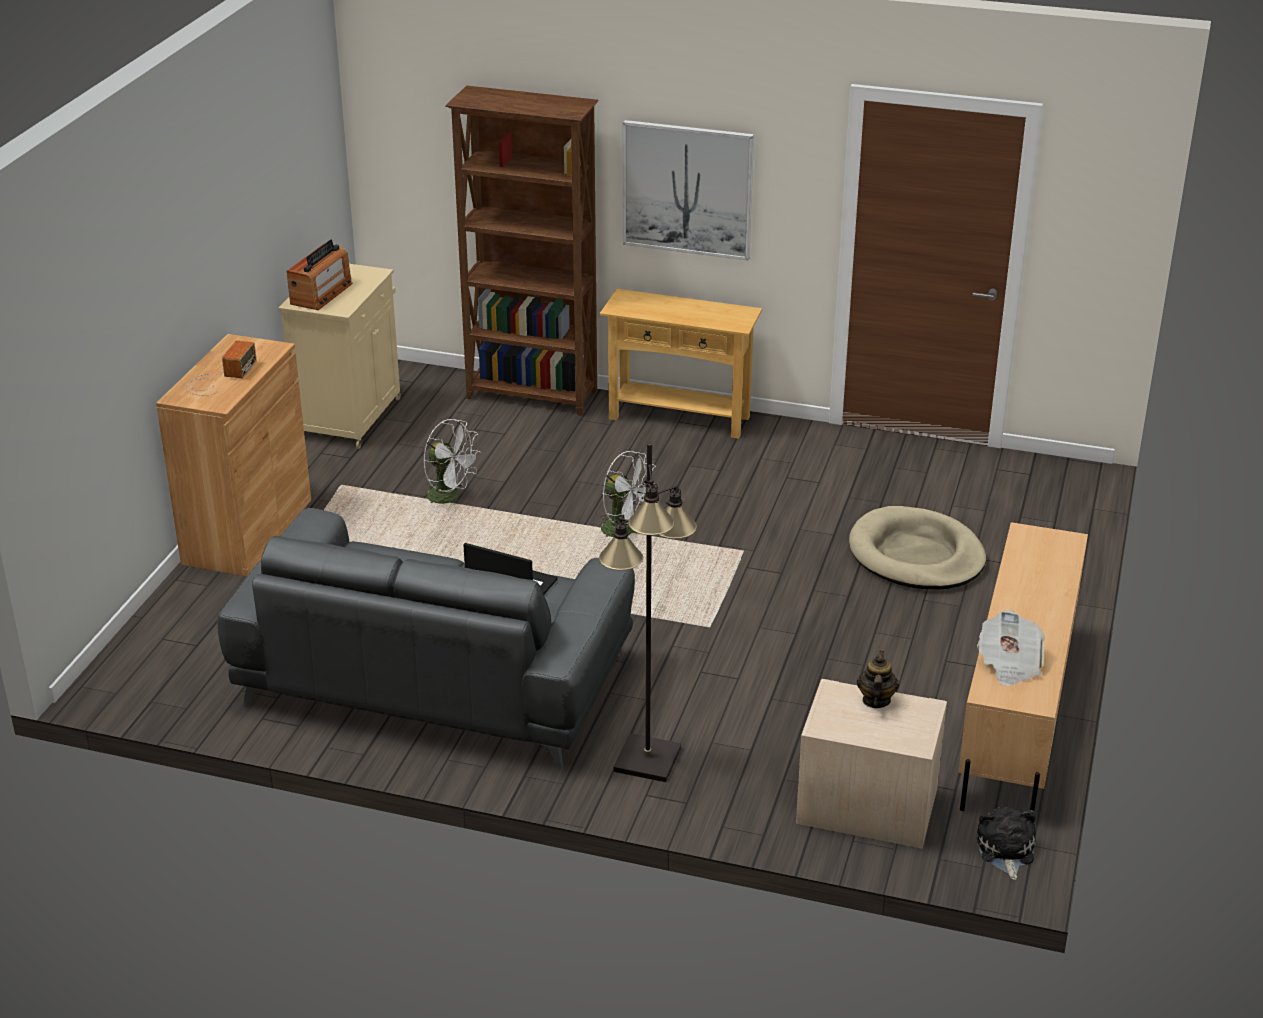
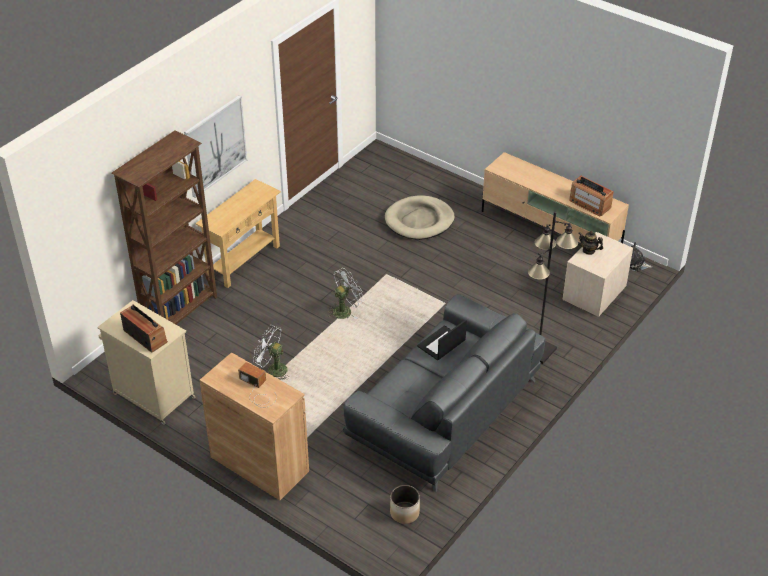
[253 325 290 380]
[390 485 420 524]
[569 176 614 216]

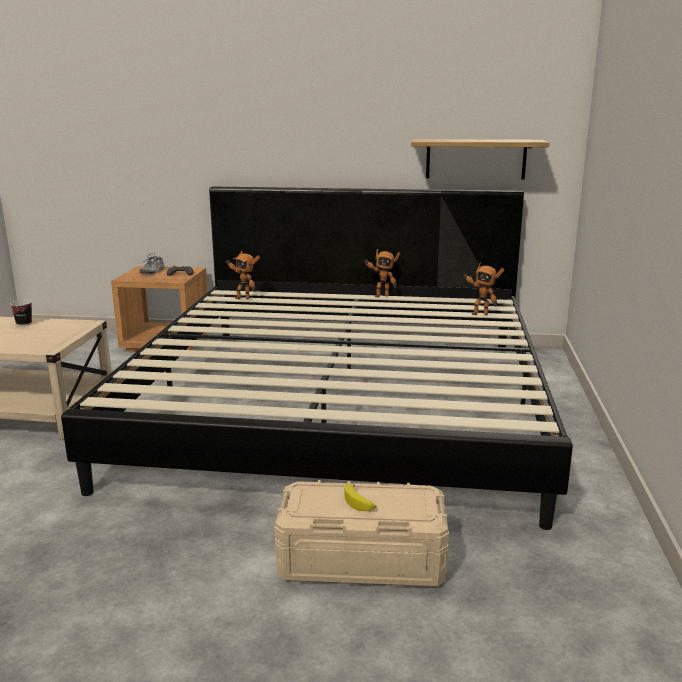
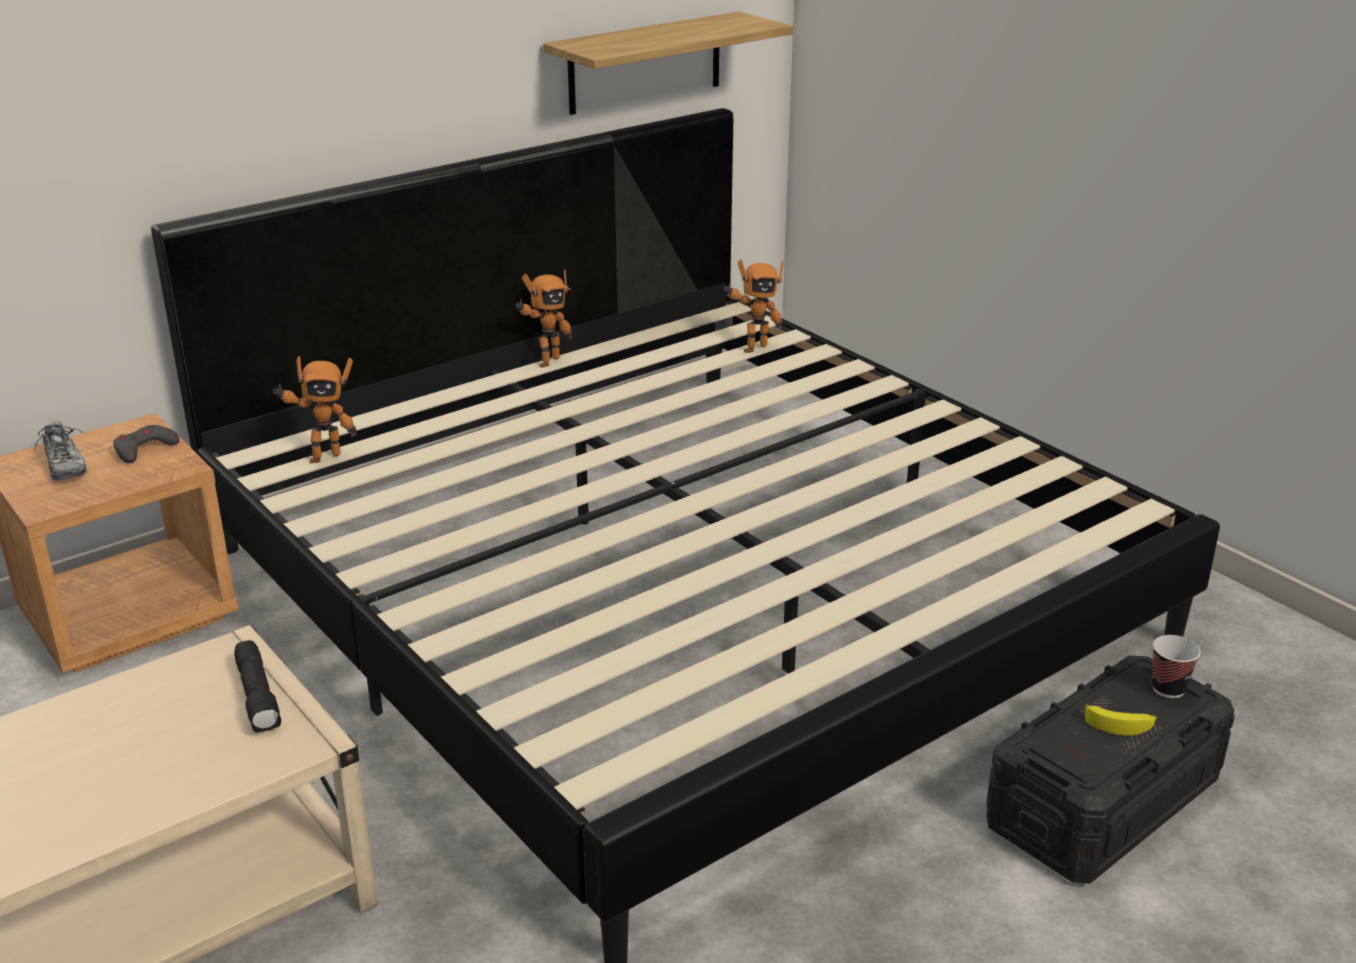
[234 640 281 732]
[986 656 1235 884]
[1152 635 1201 698]

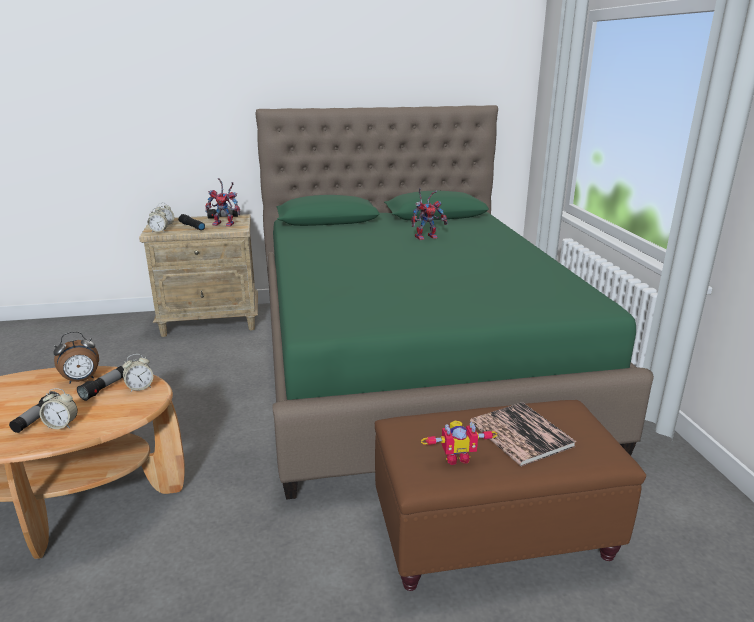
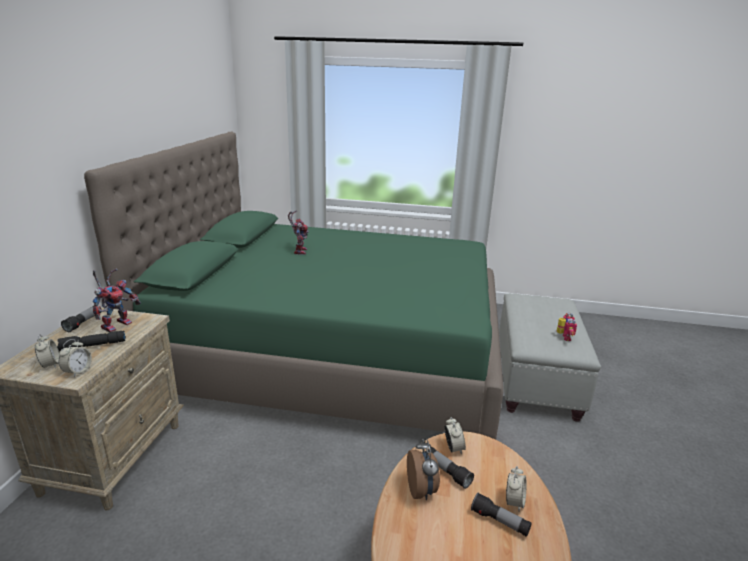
[499 293 601 422]
[470 402 576 467] (first image)

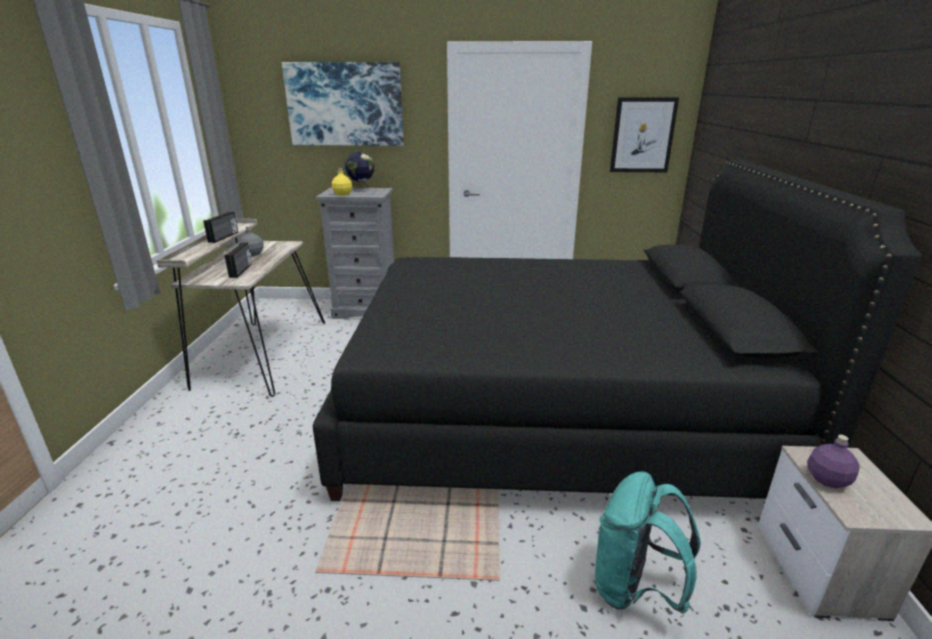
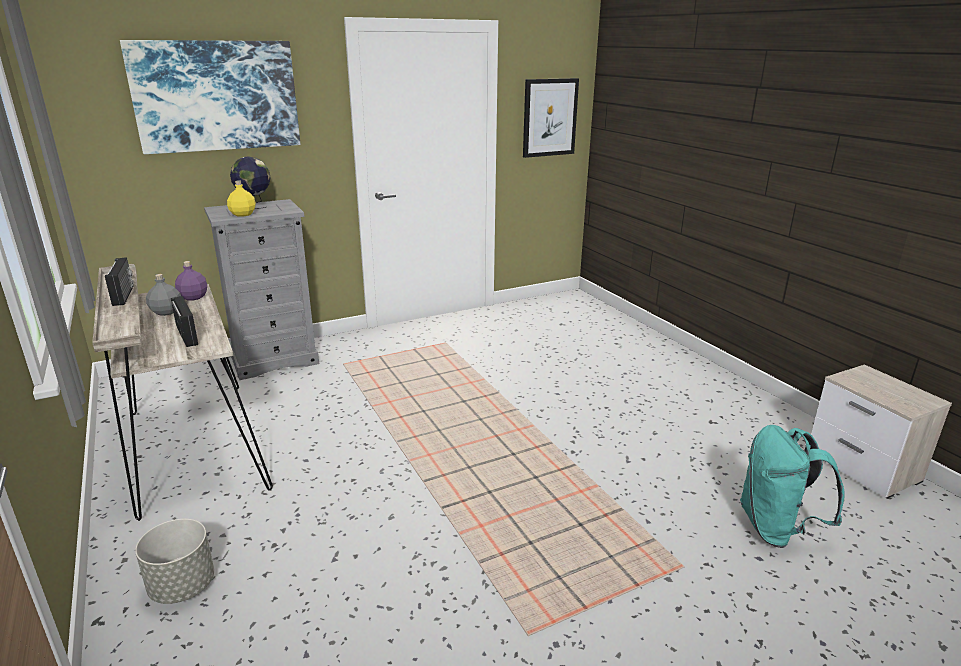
[135 519 214 604]
[175 261 207 301]
[313 160 922 501] (first image)

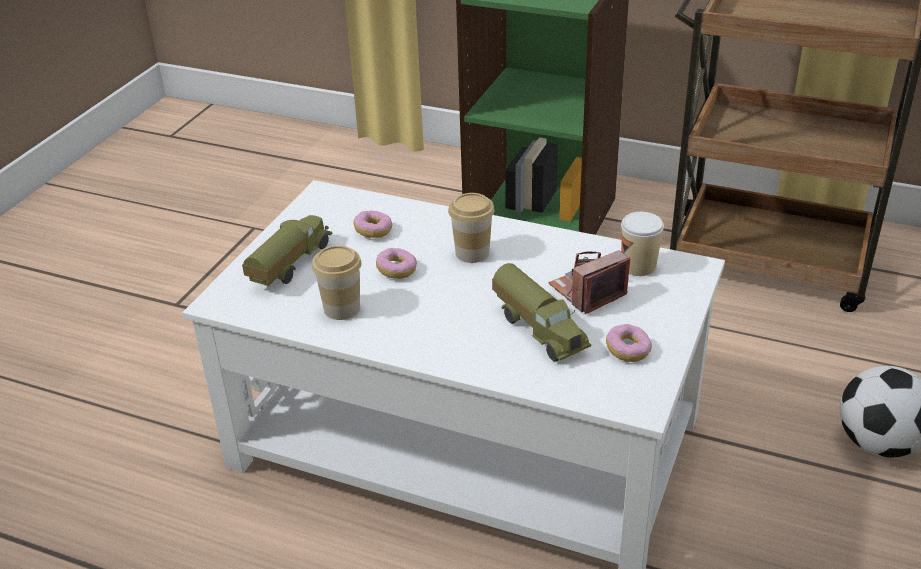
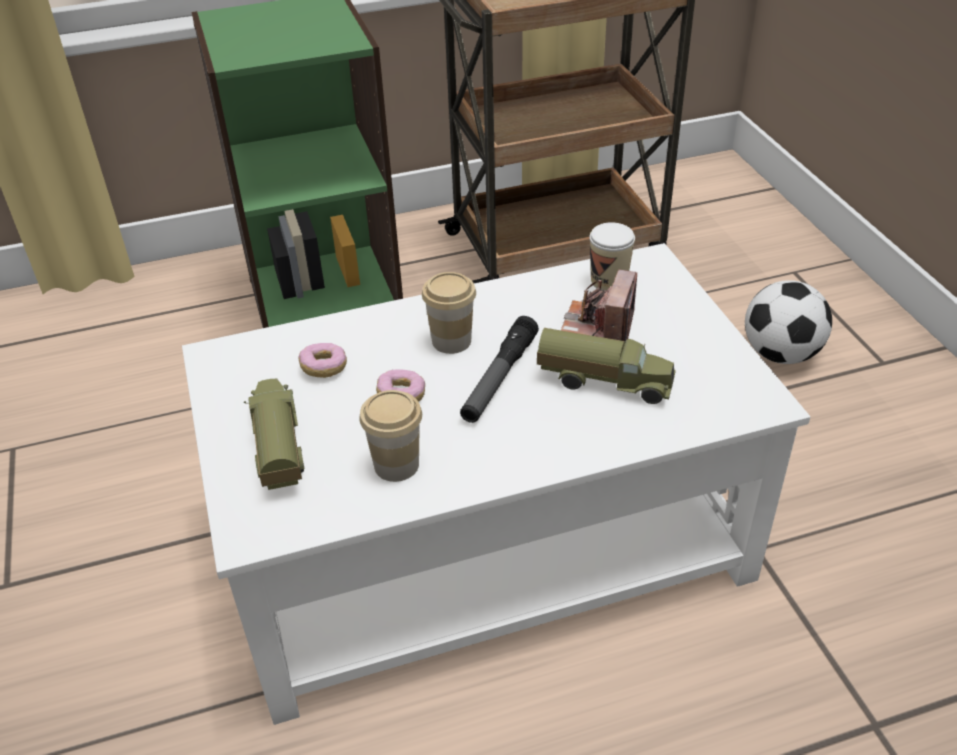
[460 316 539 423]
[606 324 652 362] (first image)

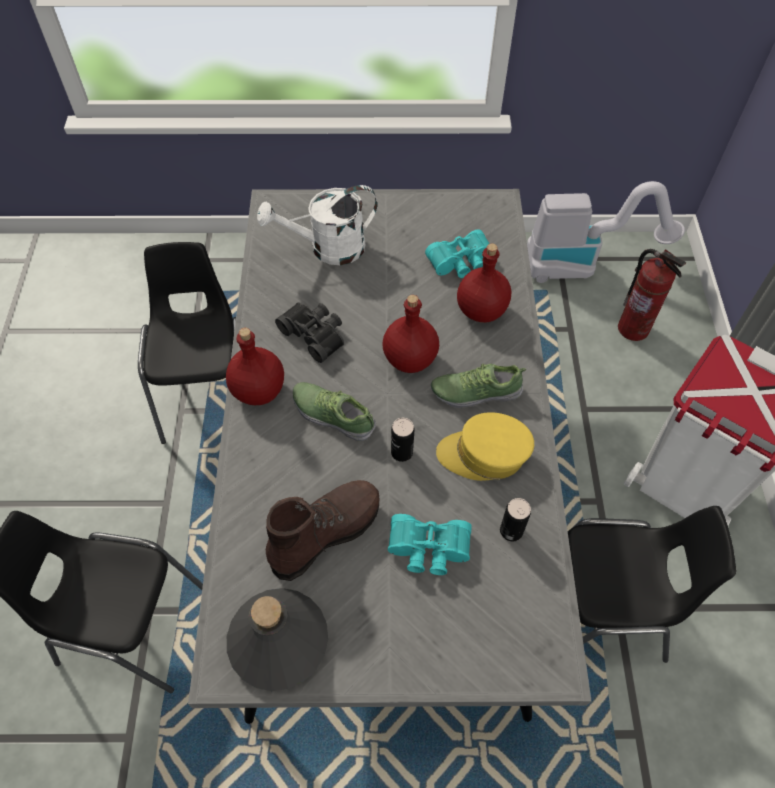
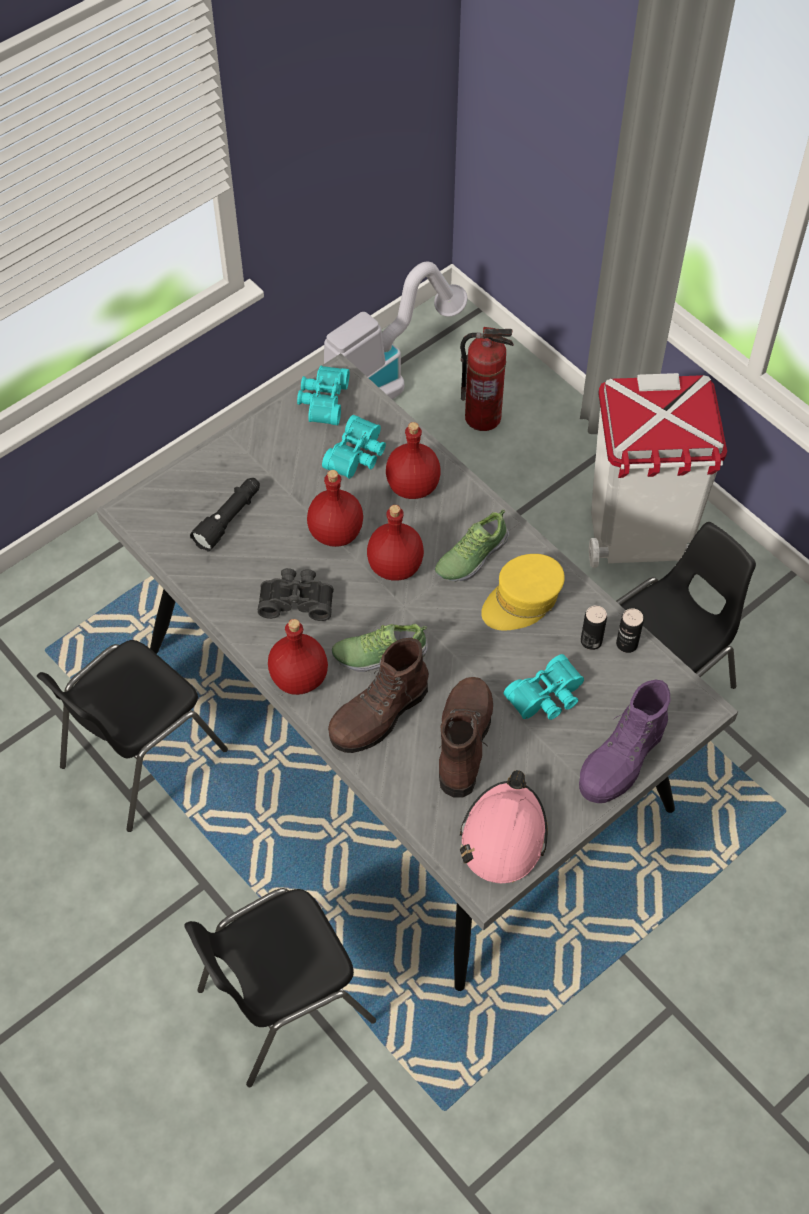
[37 640 228 832]
[190 478 260 552]
[297 366 350 425]
[307 470 363 547]
[328 638 429 753]
[460 770 548 883]
[579 679 670 803]
[616 608 644 653]

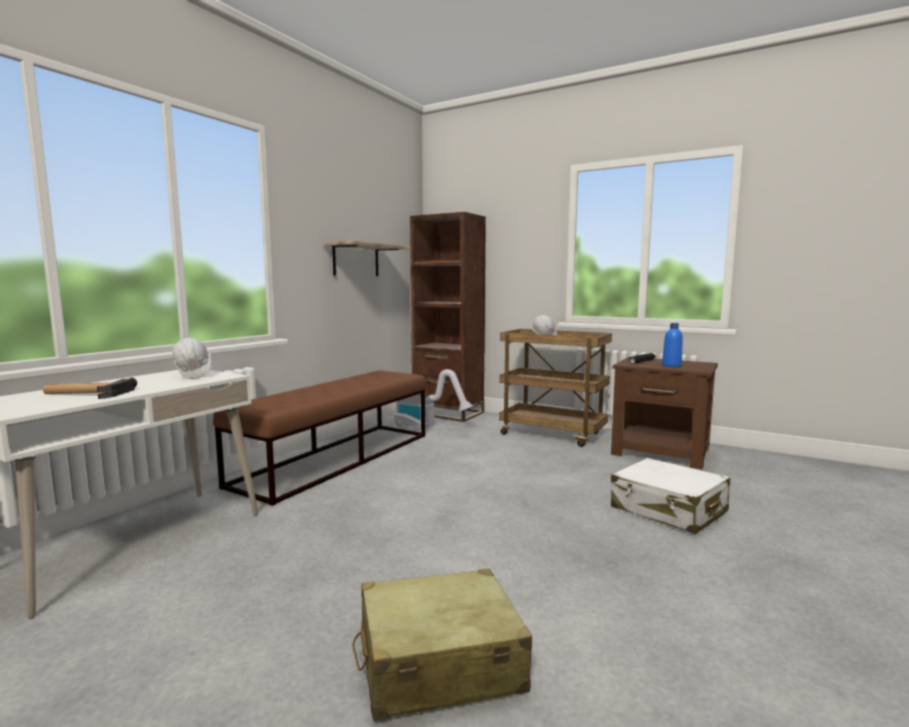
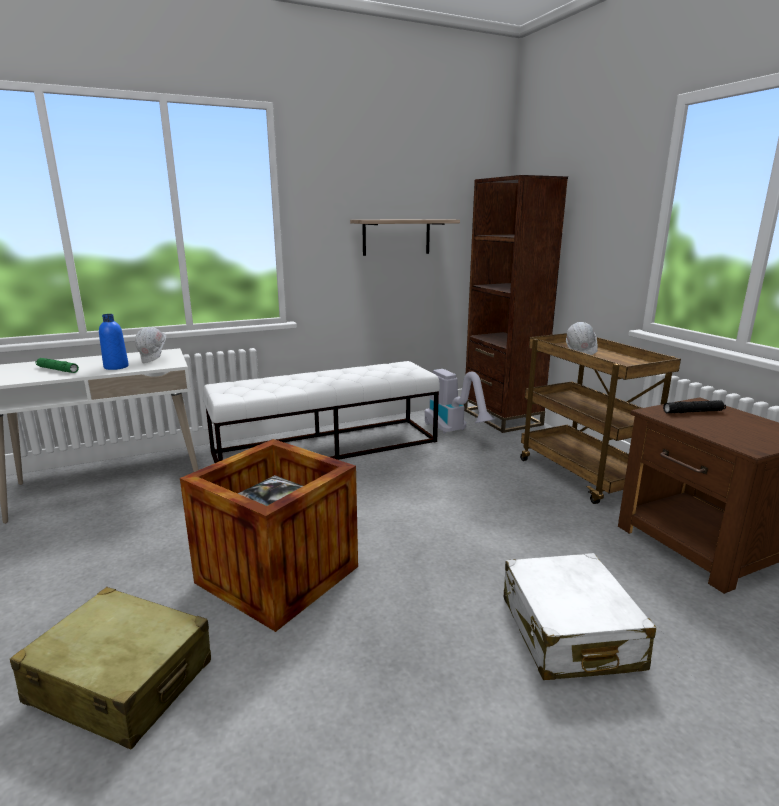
[35 358 79 373]
[99 314 129 370]
[180 439 358 632]
[203 361 440 463]

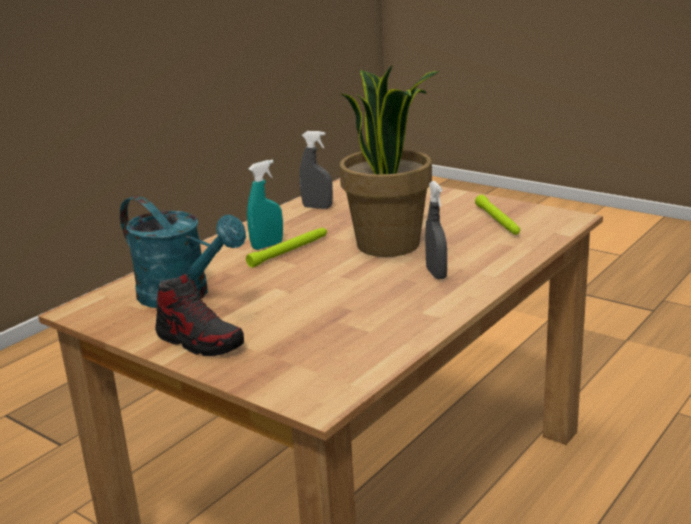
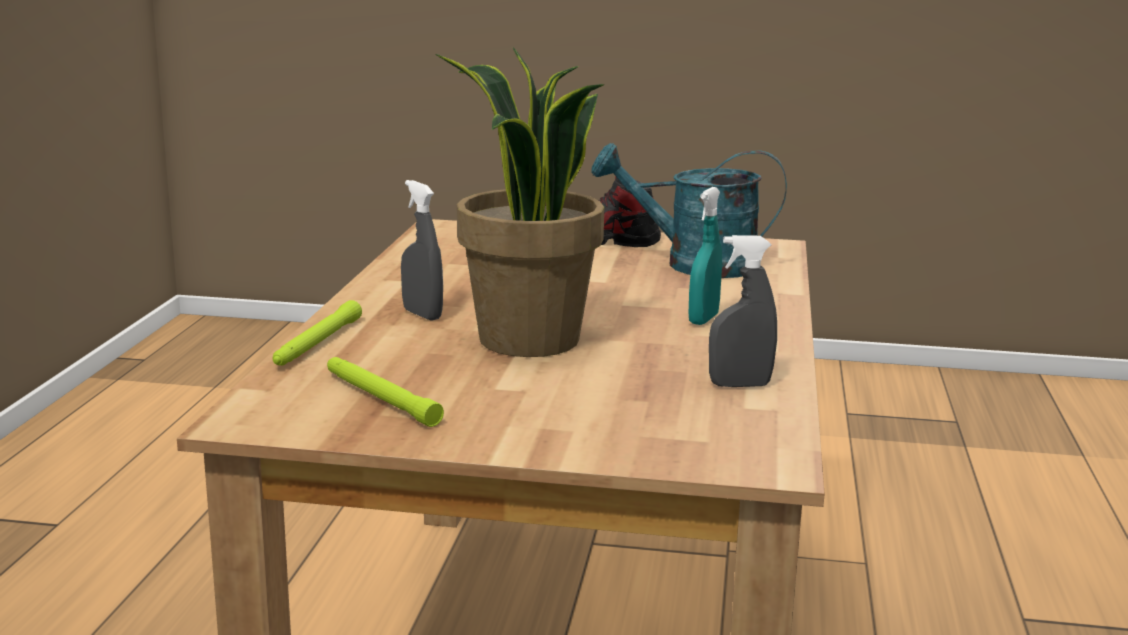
[273 300 362 366]

